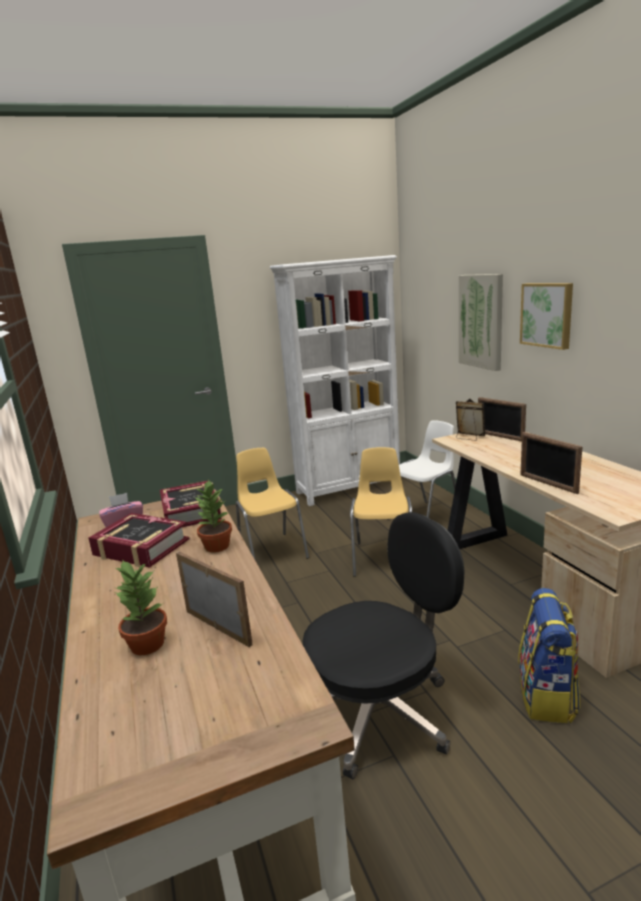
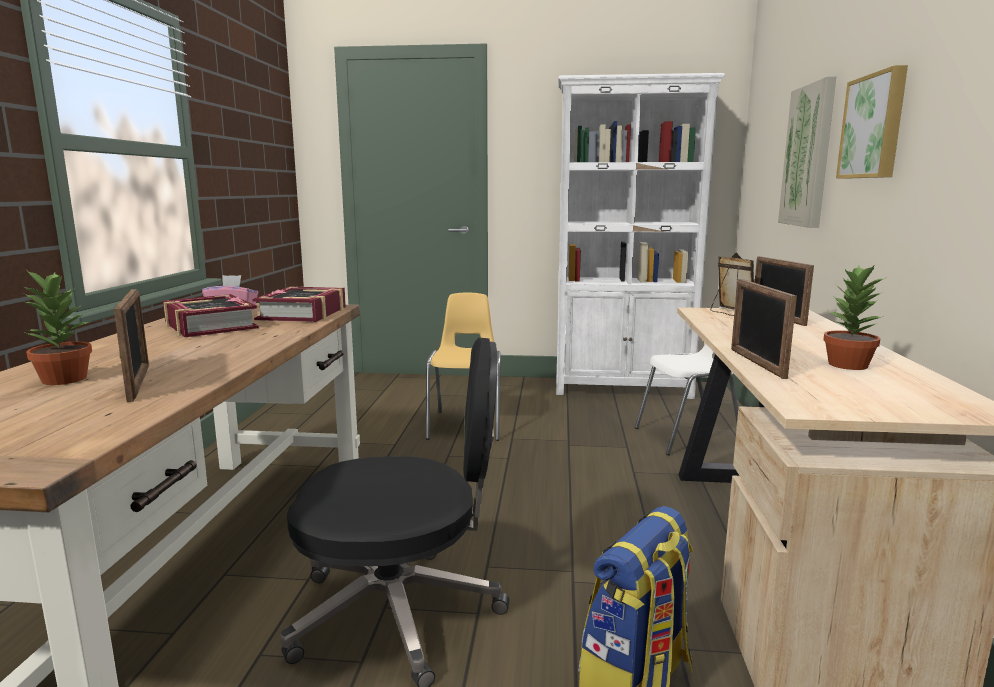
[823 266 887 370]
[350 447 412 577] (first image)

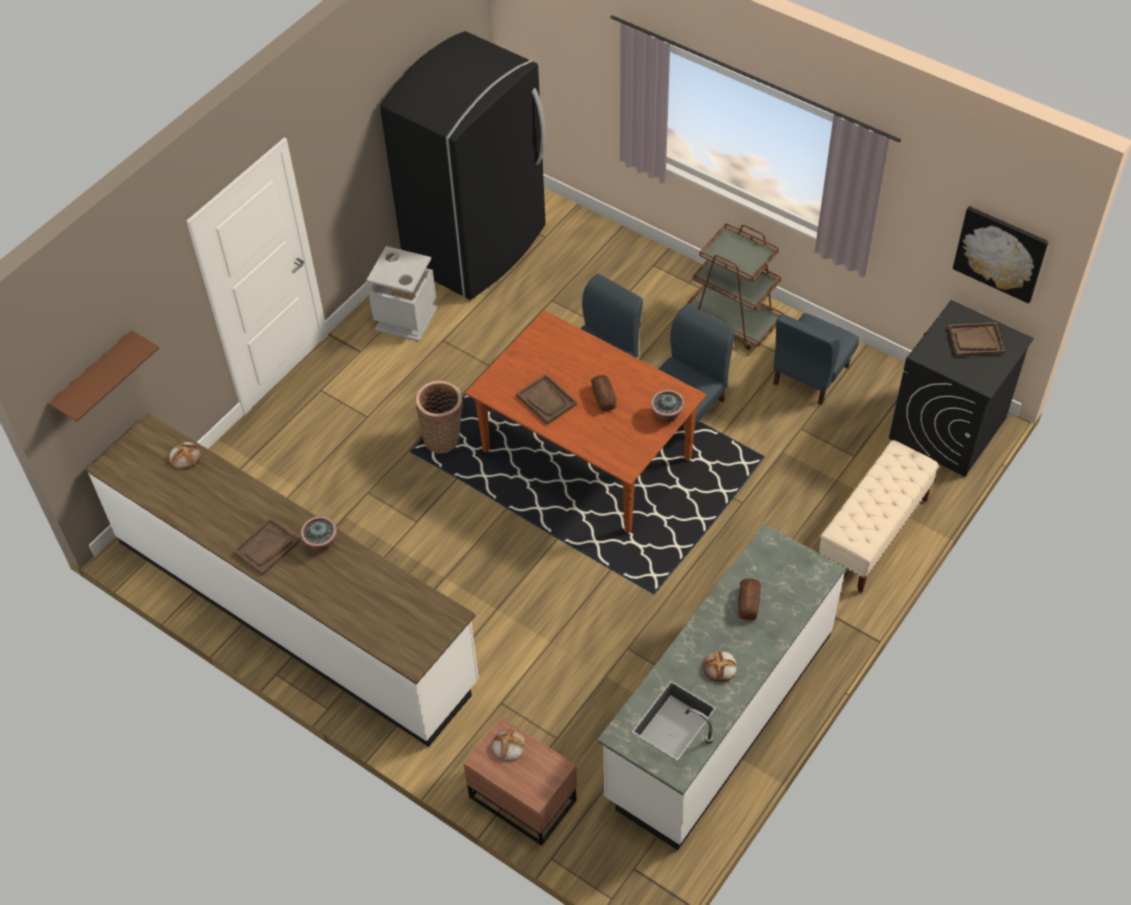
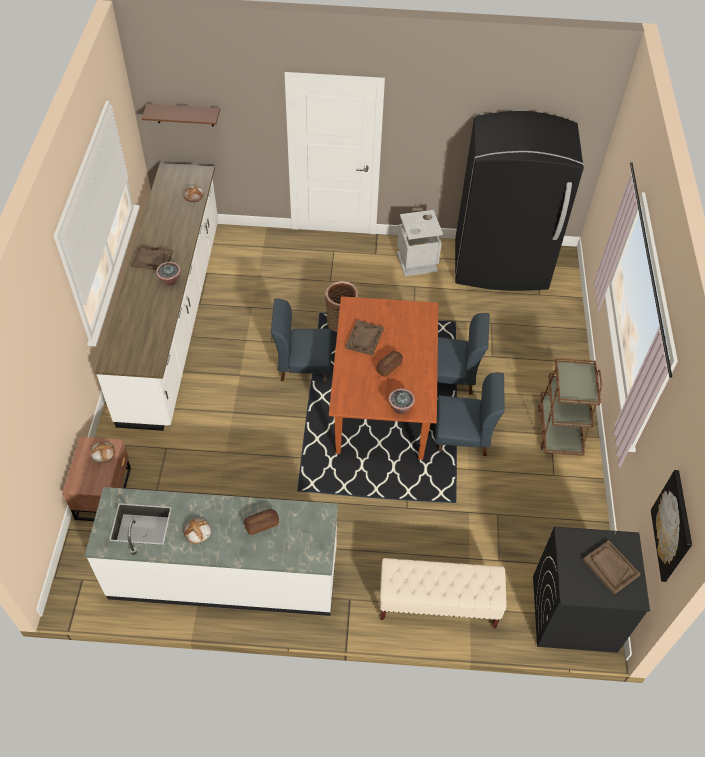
[271 298 332 382]

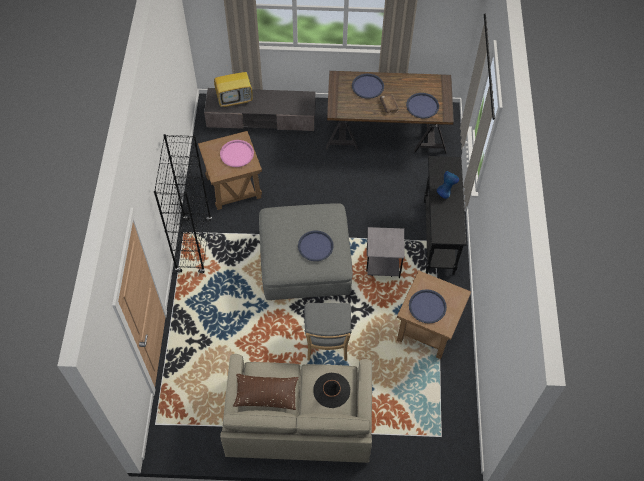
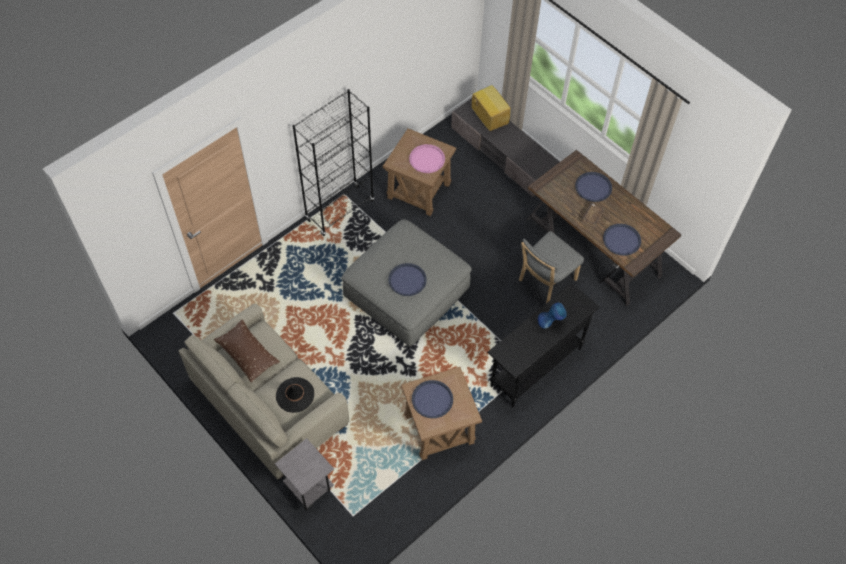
[275 438 334 511]
[472 85 511 131]
[519 231 584 303]

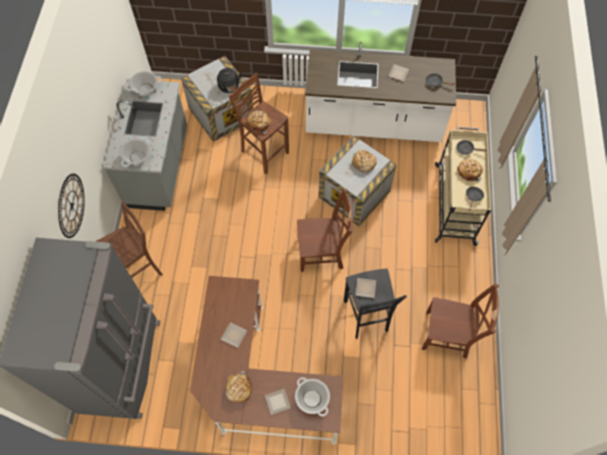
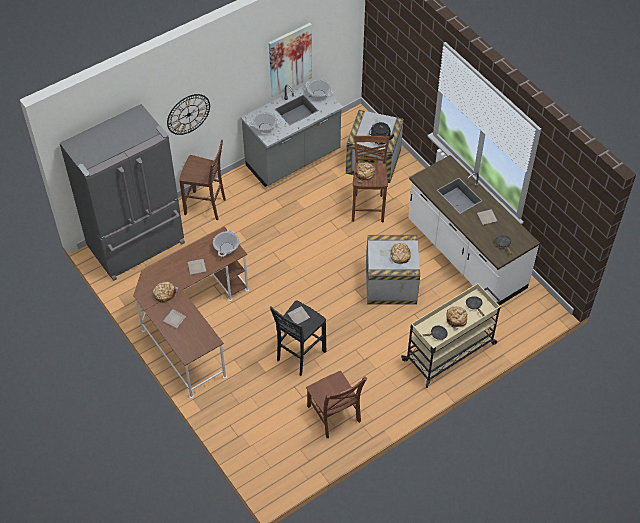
[213 230 239 257]
[269 23 312 97]
[297 189 353 272] (first image)

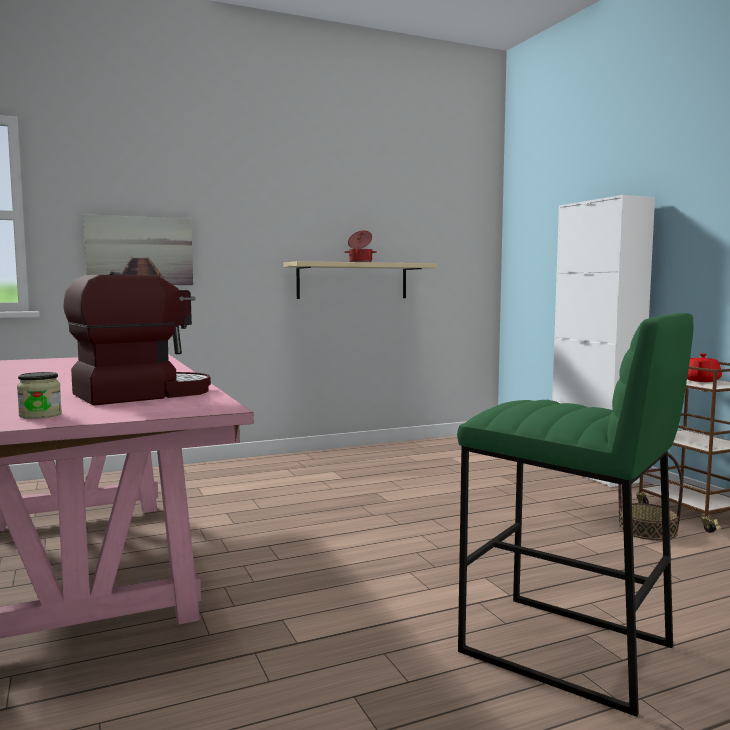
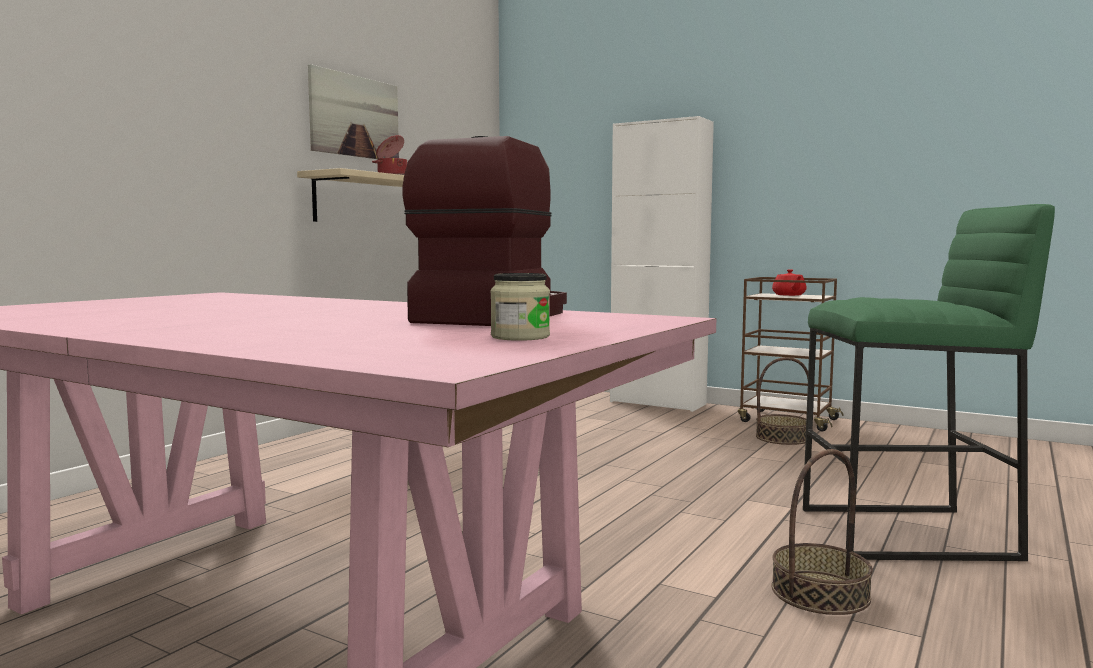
[308 64 399 159]
[771 449 873 615]

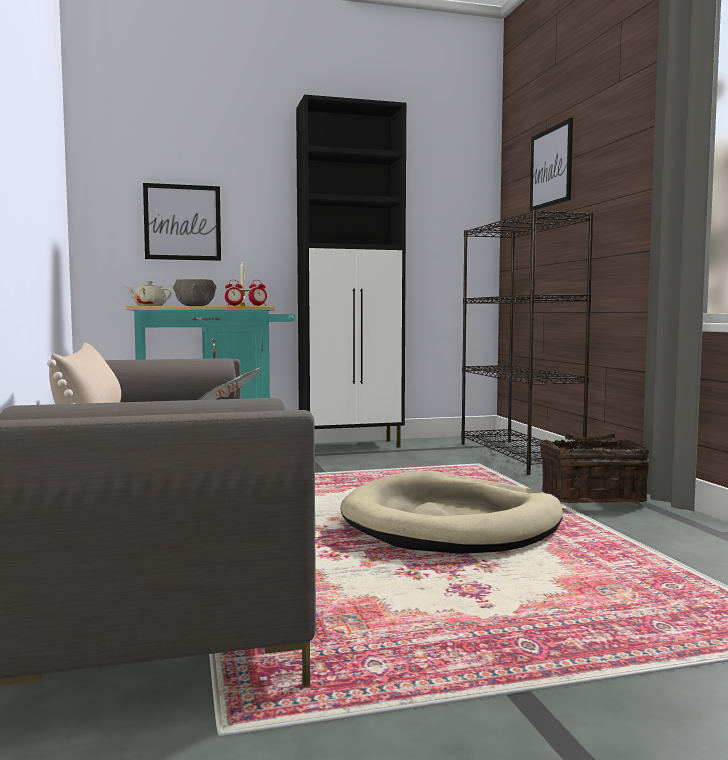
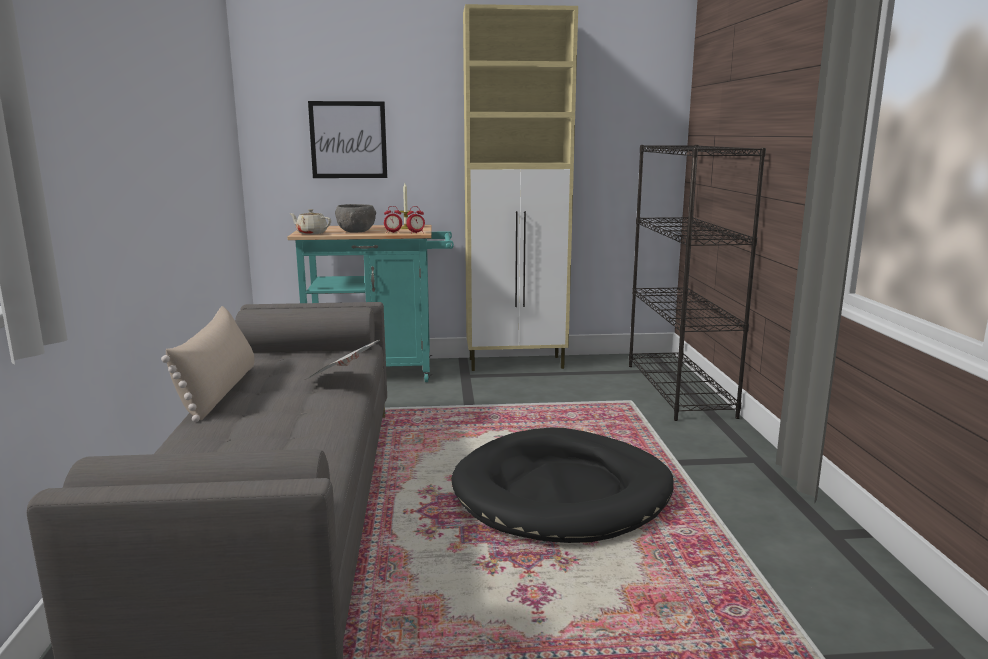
[451 427 674 543]
[463 4 578 371]
[530 118 573 212] (first image)
[539 434 649 503] (first image)

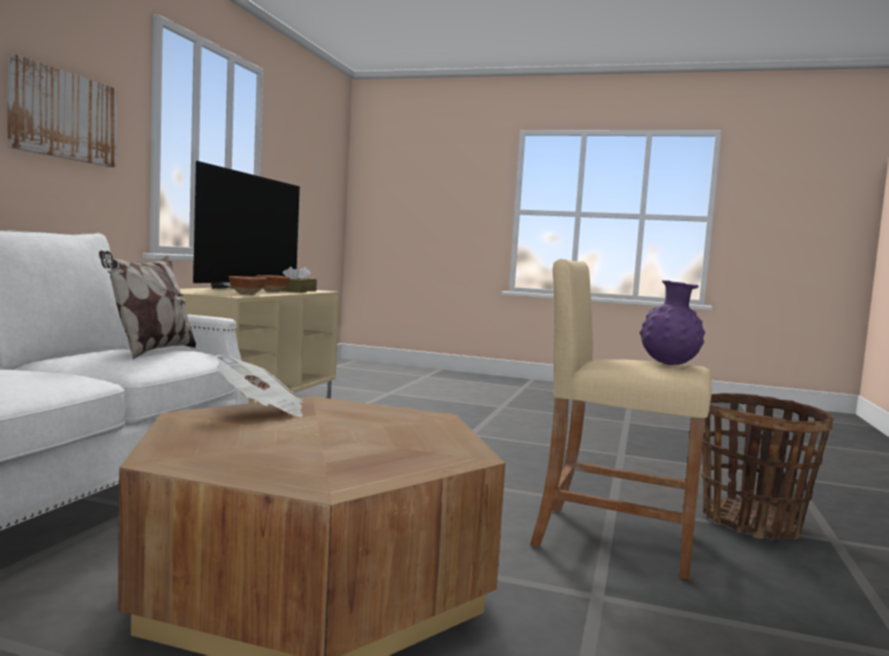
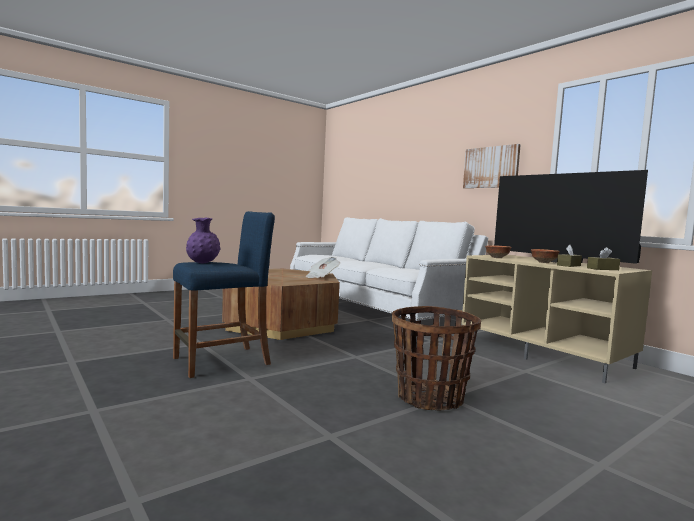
[173 211 275 378]
[392 306 481 410]
[99 250 196 359] (first image)

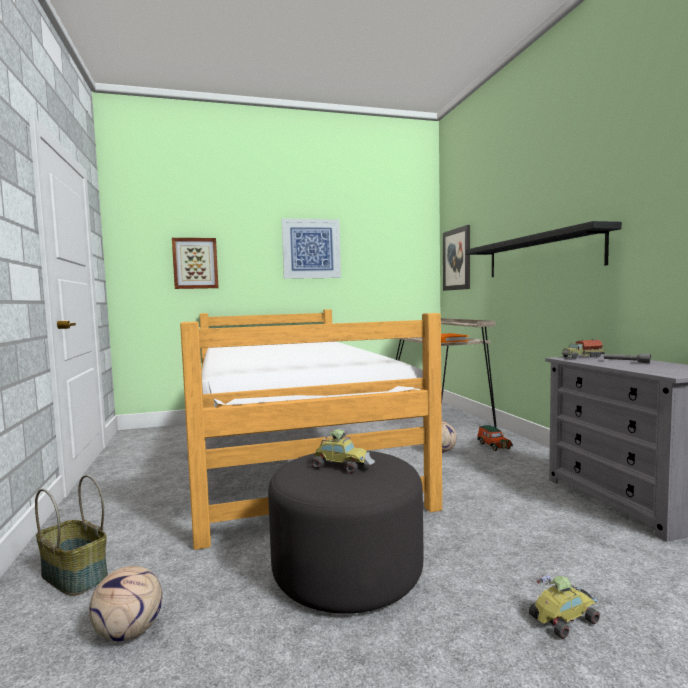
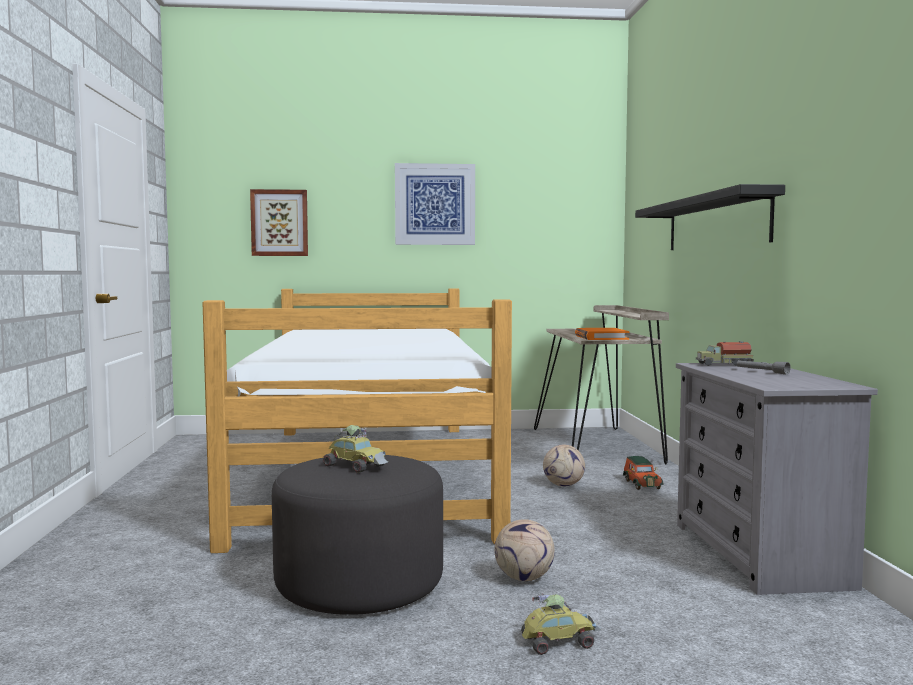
[494 519 555 581]
[35 475 108 596] (first image)
[443 225 470 291] (first image)

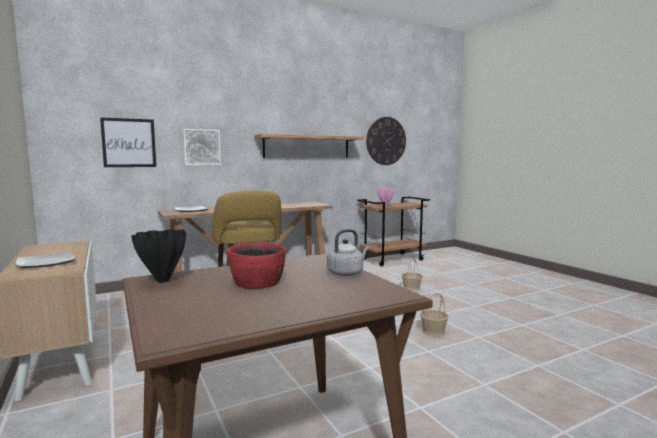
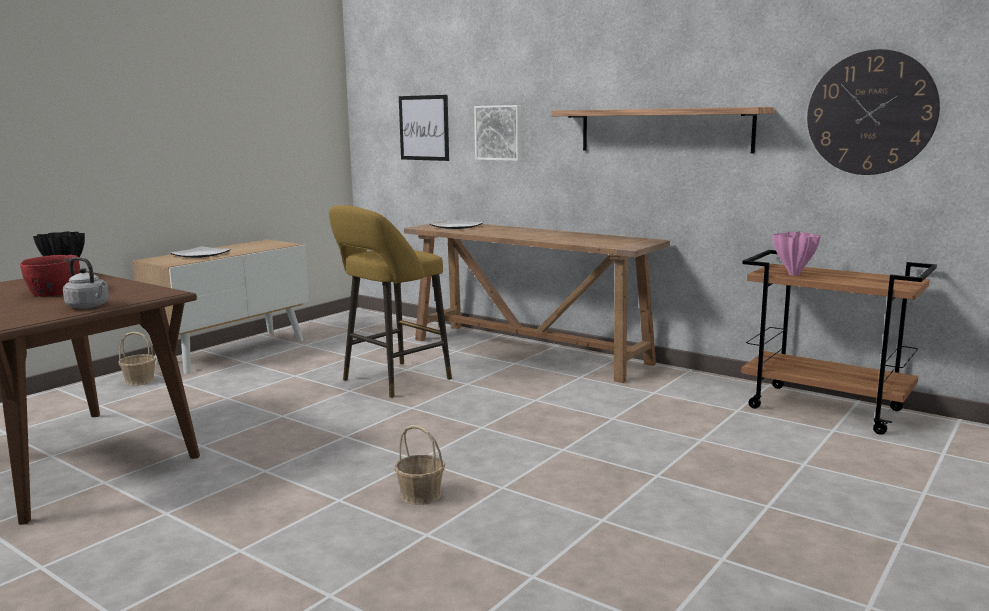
[118 332 156 386]

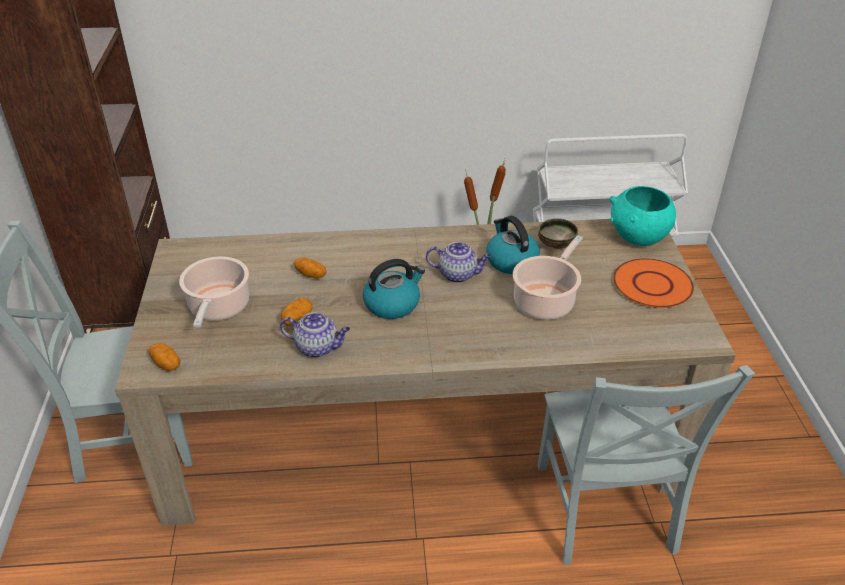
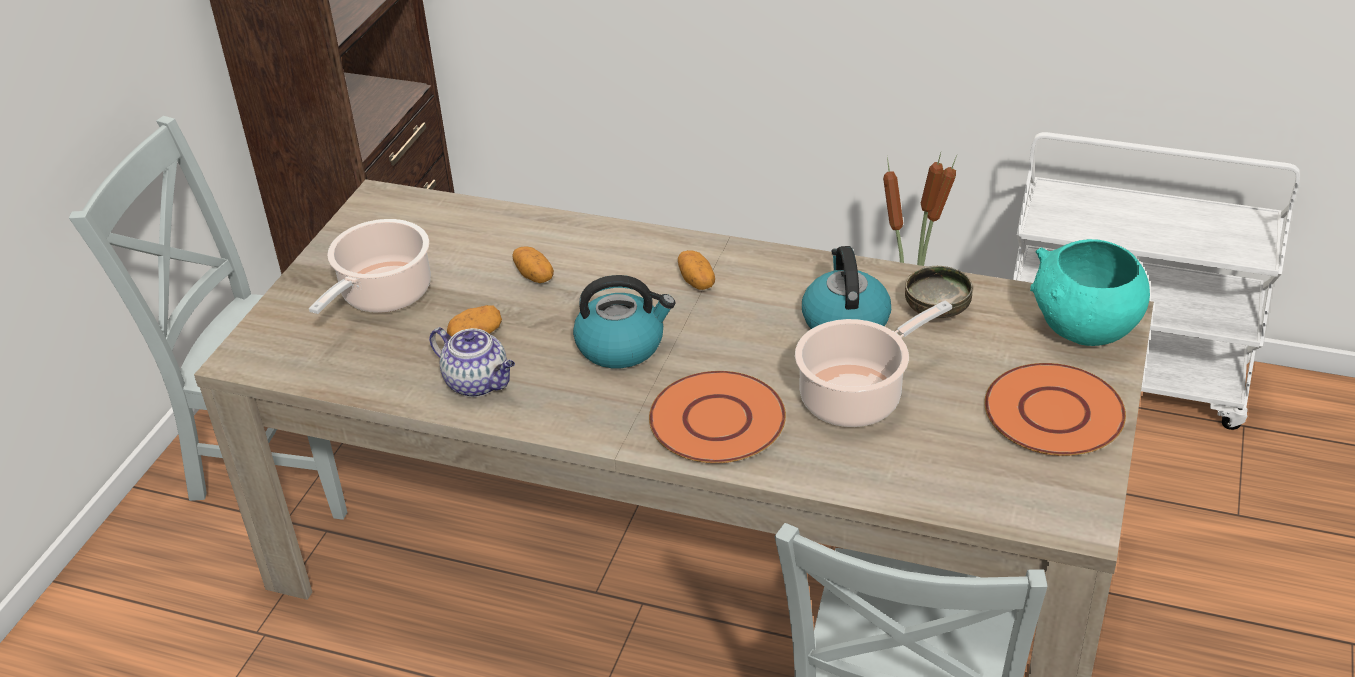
[649 371 786 463]
[678 250 715 290]
[426 242 492 283] (first image)

